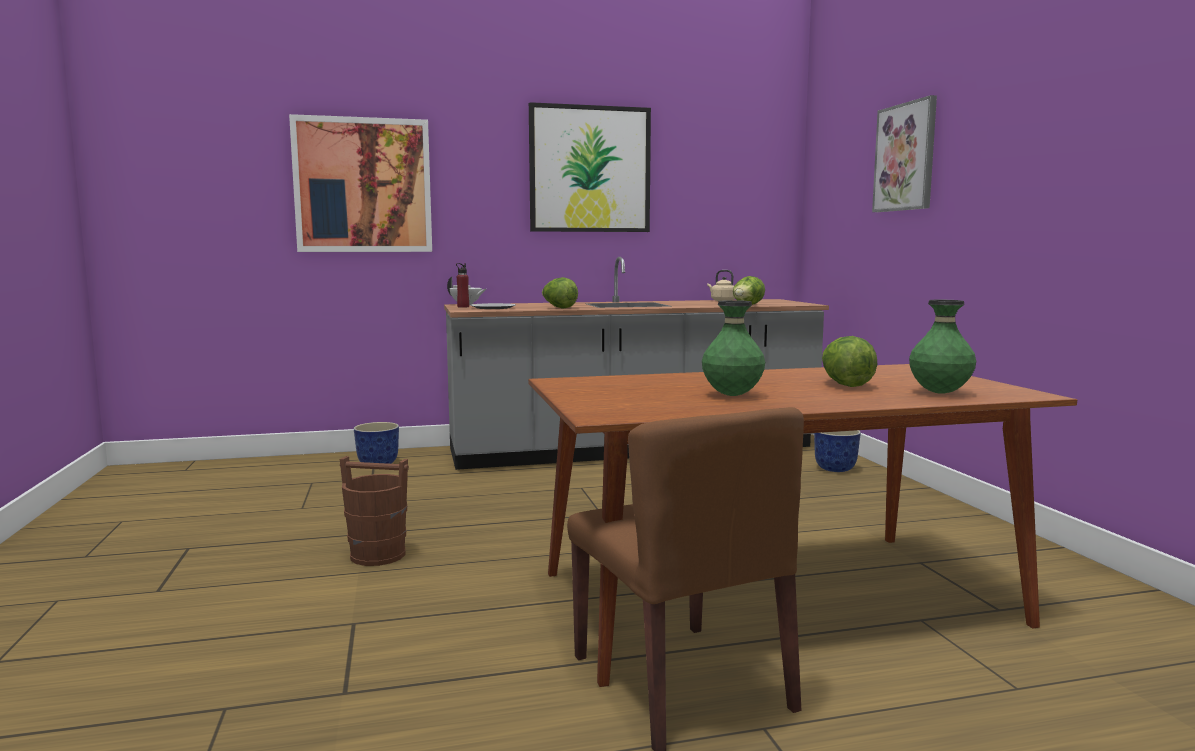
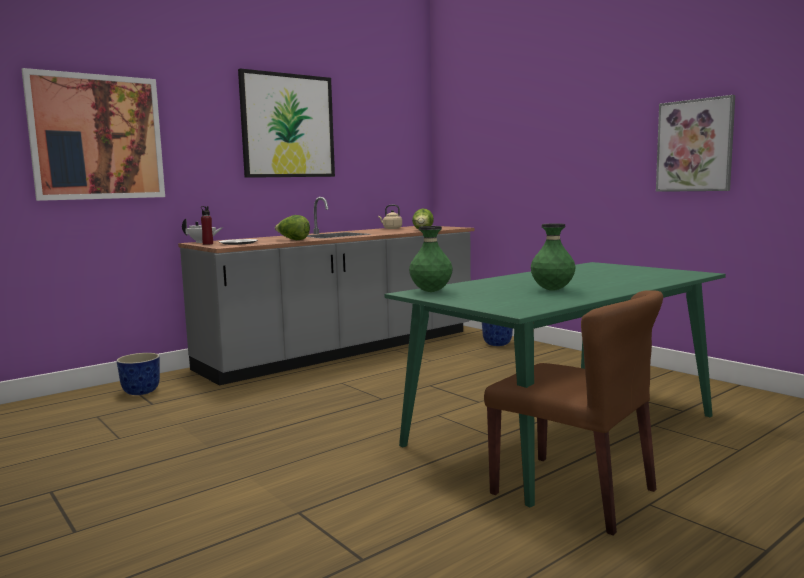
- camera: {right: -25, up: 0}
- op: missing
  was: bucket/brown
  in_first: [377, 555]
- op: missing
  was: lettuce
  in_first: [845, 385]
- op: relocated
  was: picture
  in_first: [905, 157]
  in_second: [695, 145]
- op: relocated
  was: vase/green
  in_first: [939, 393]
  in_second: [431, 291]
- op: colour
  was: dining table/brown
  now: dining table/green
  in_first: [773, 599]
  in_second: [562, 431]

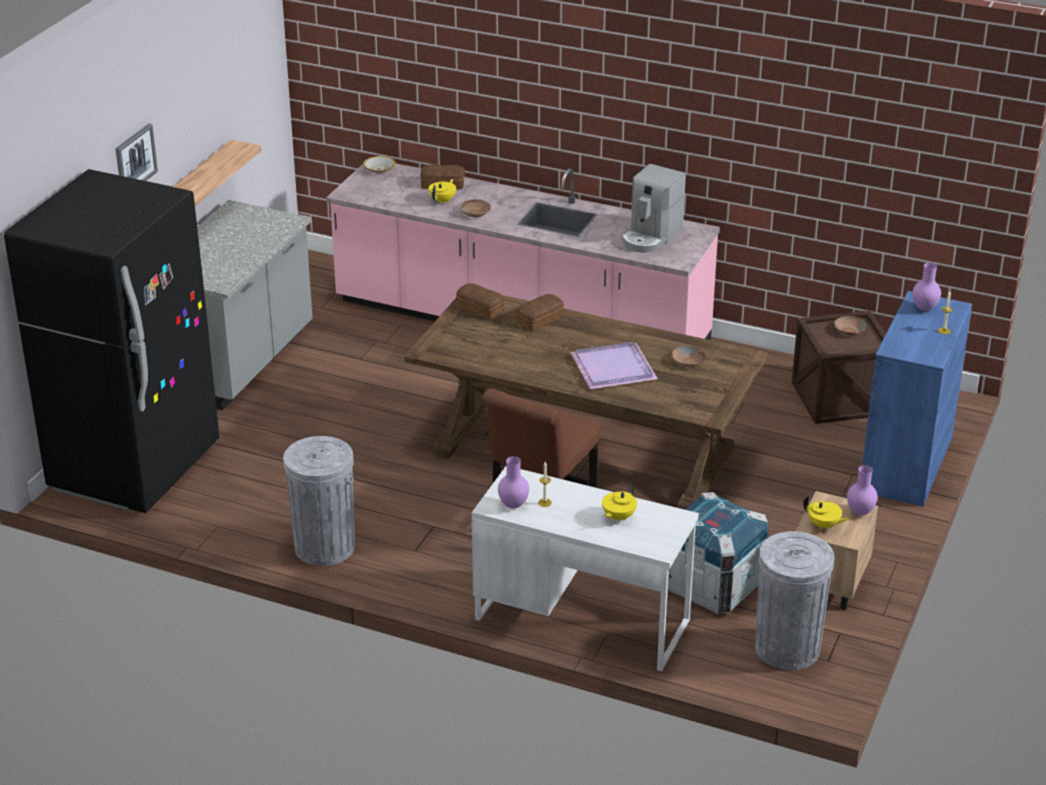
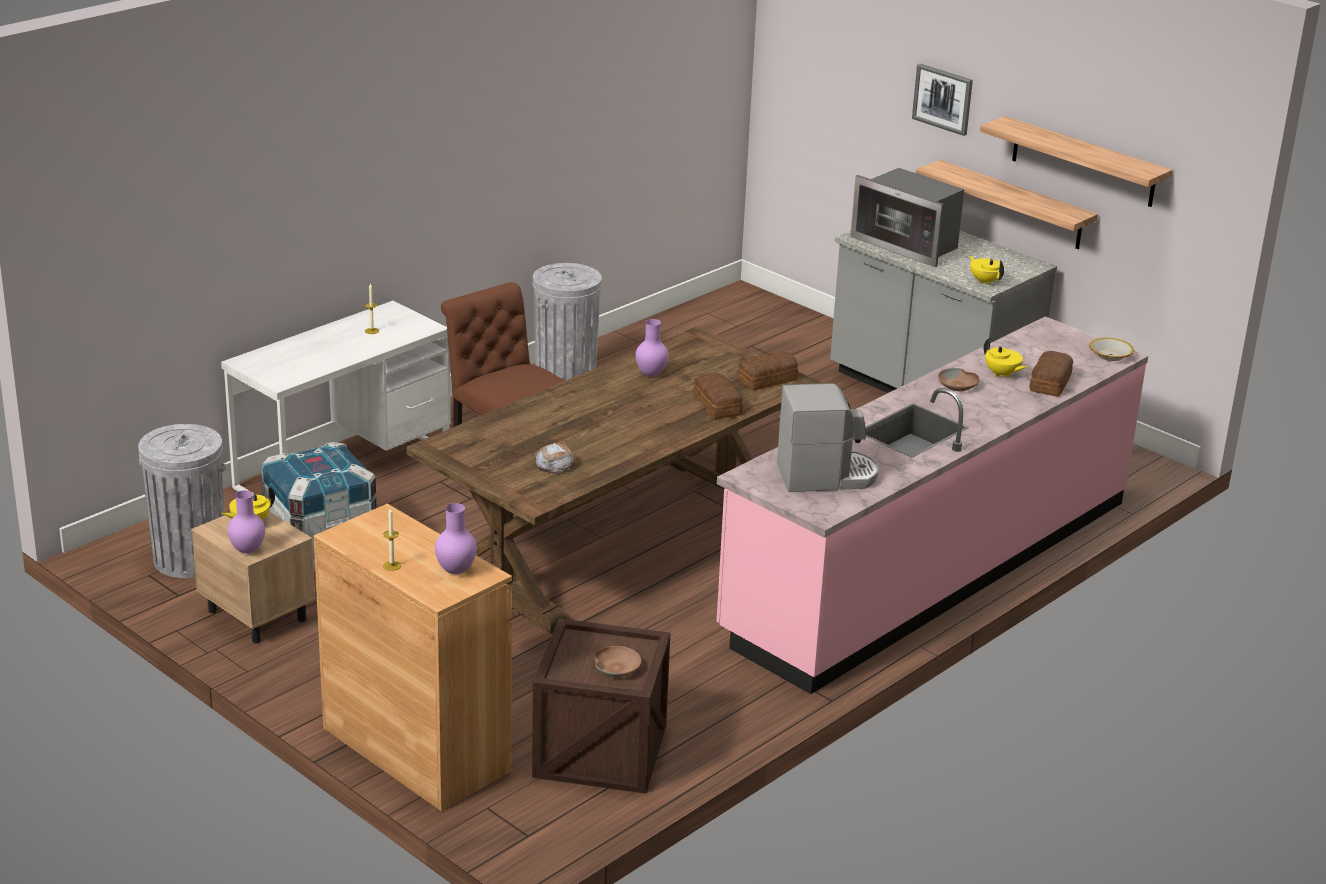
- camera: {right: 110, up: -5}
- op: missing
  was: fridge/black
  in_first: [135, 467]
- op: missing
  was: tray/purple
  in_first: [611, 368]
- op: appeared
  now: microwave
  in_second: [908, 244]
- op: appeared
  now: shelf
  in_second: [1083, 162]
- op: relocated
  was: vase/purple
  in_first: [514, 505]
  in_second: [651, 375]
- op: relocated
  was: teapot/yellow
  in_first: [618, 517]
  in_second: [985, 281]
- op: exchanged
  was: bowl/brown
  now: bread
  in_first: [688, 362]
  in_second: [555, 463]
- op: colour
  was: cabinet/blue
  now: cabinet/brown
  in_first: [906, 464]
  in_second: [416, 749]
- op: spun
  was: coffee machine
  in_first: [651, 236]
  in_second: [826, 476]
  clockwise: 120

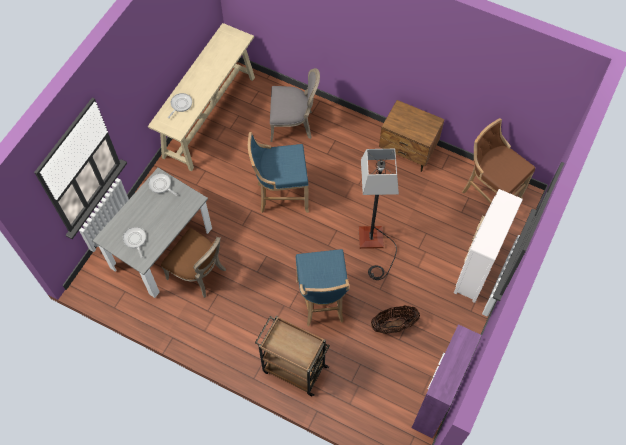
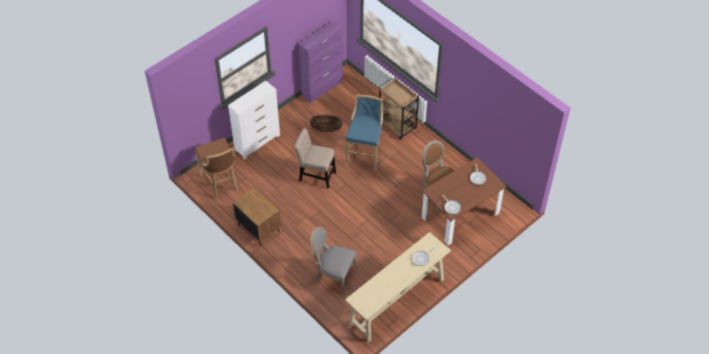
- camera: {right: -160, up: -10}
- op: missing
  was: stool/blue
  in_first: [281, 195]
- op: exchanged
  was: floor lamp
  now: chair/beige
  in_first: [374, 245]
  in_second: [315, 175]
- op: colour
  was: dining table/grey
  now: dining table/brown
  in_first: [162, 248]
  in_second: [460, 215]

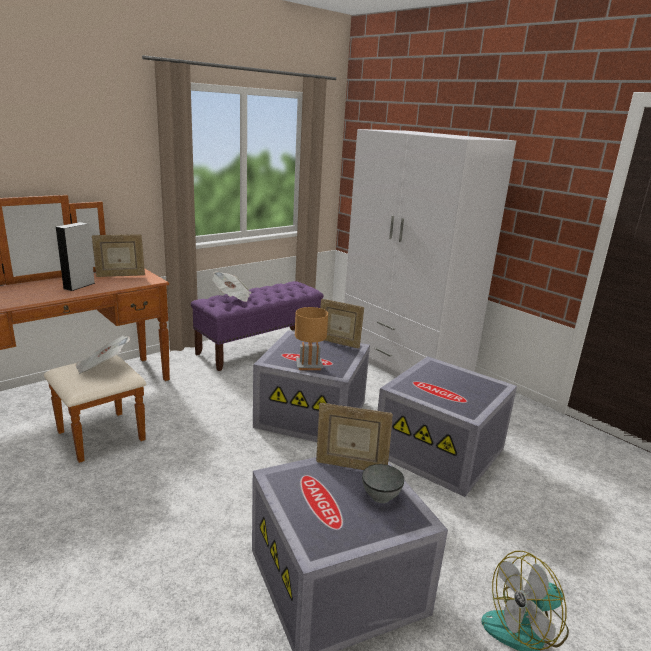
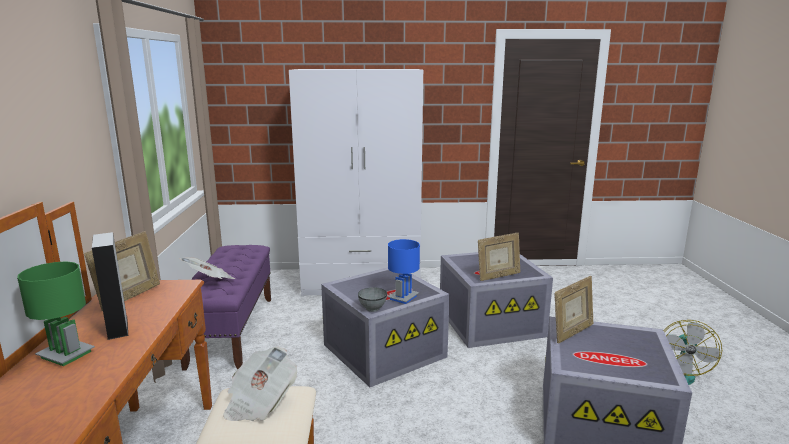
- camera: {right: -50, up: -5}
- op: appeared
  now: table lamp/green
  in_second: [66, 354]
- op: relocated
  was: picture frame
  in_first: [338, 343]
  in_second: [498, 276]
- op: relocated
  was: bowl/grey
  in_first: [380, 496]
  in_second: [372, 308]
- op: colour
  was: table lamp/brown
  now: table lamp/blue
  in_first: [309, 365]
  in_second: [403, 297]

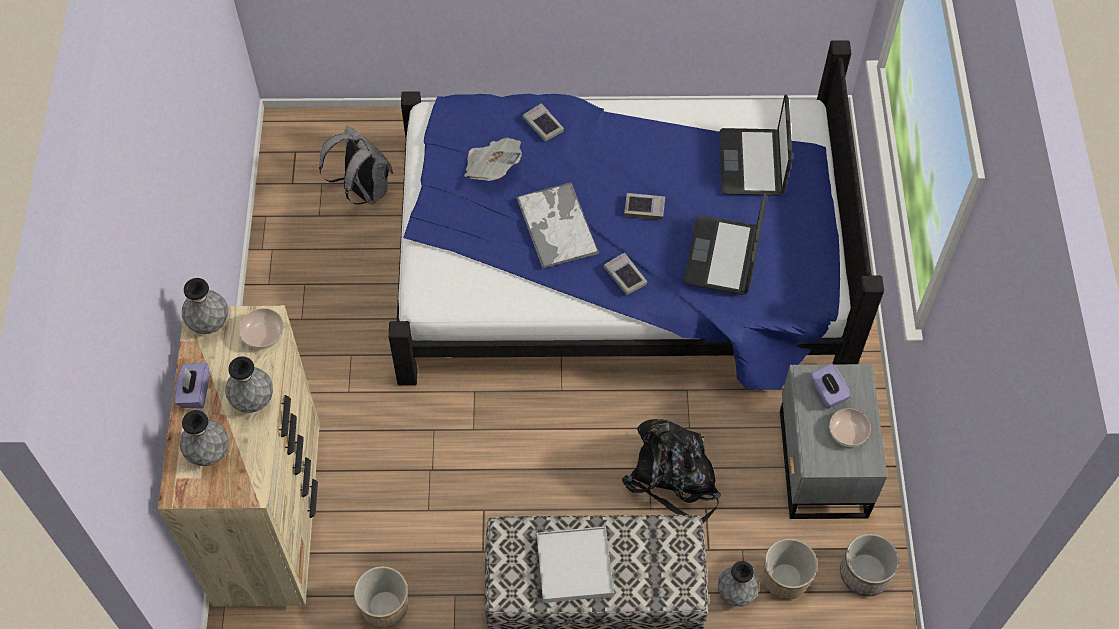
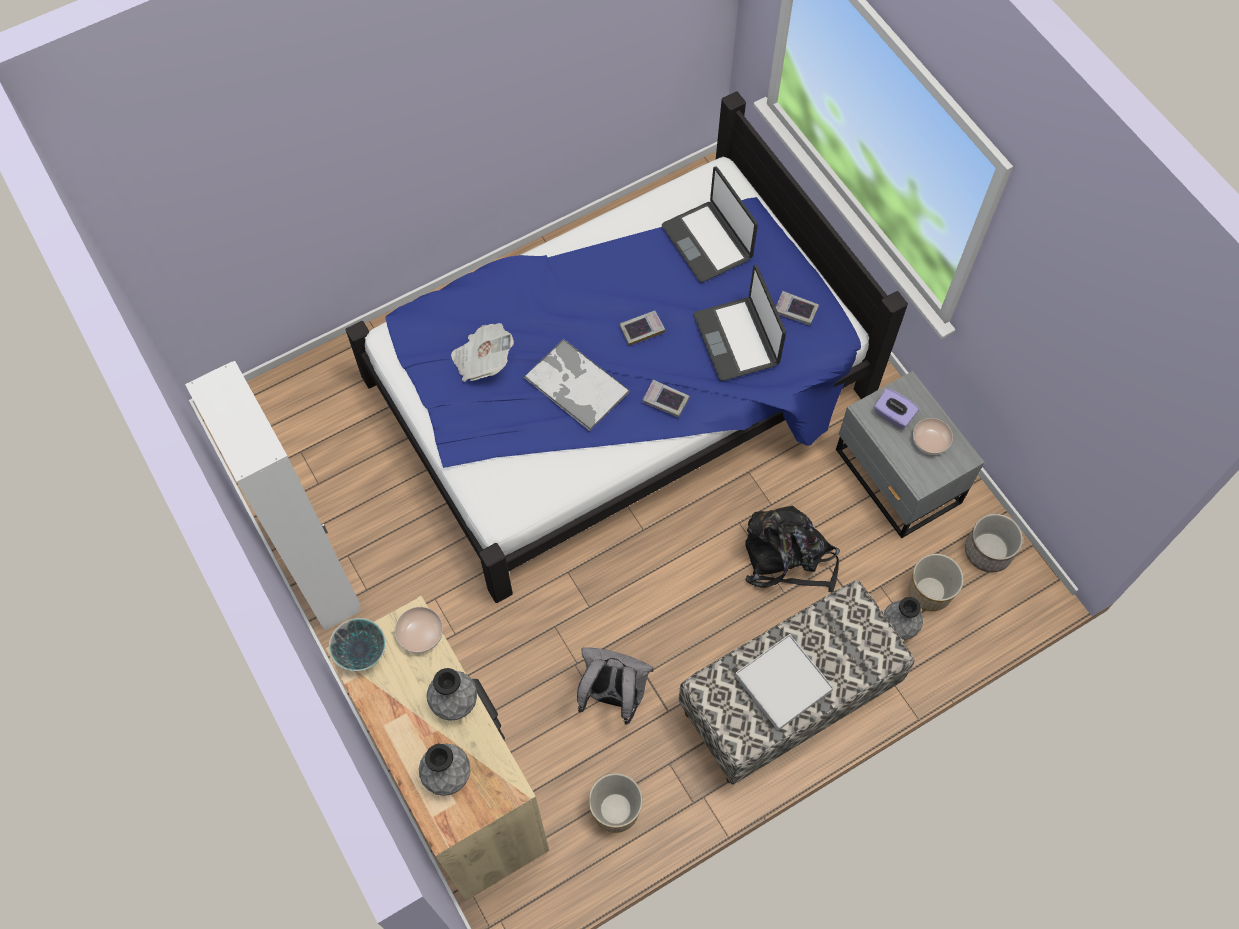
- camera: {right: -30, up: 5}
- op: missing
  was: tissue box/purple
  in_first: [195, 392]
- op: appeared
  now: wardrobe/white
  in_second: [322, 580]
- op: relocated
  was: backpack/grey
  in_first: [363, 190]
  in_second: [613, 695]
- op: relocated
  was: book
  in_first: [543, 125]
  in_second: [795, 310]
- op: exchanged
  was: vase/grey
  now: bowl
  in_first: [209, 323]
  in_second: [361, 652]

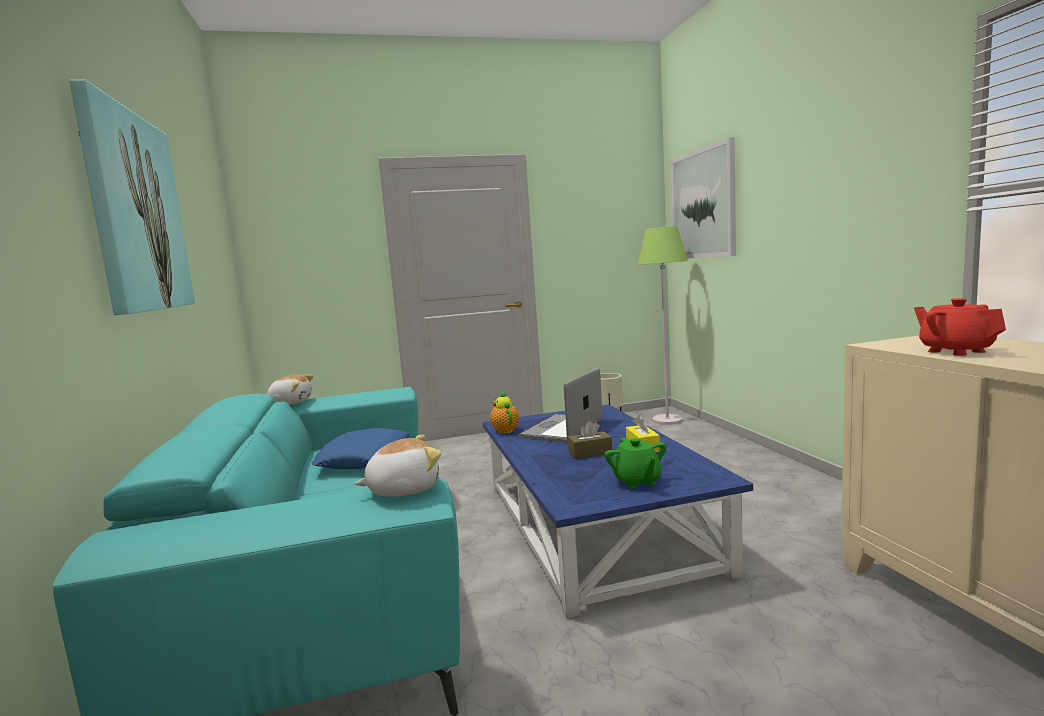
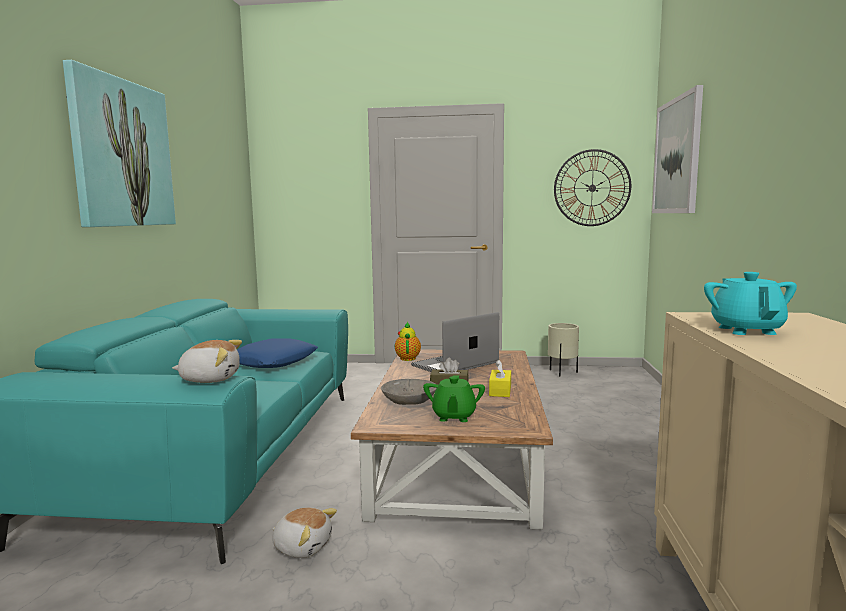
- camera: {right: 20, up: 0}
- op: missing
  was: floor lamp/green
  in_first: [667, 420]
- op: appeared
  now: bowl/grey
  in_second: [410, 402]
- op: appeared
  now: wall clock
  in_second: [592, 188]
- op: relocated
  was: plush toy
  in_first: [291, 402]
  in_second: [303, 546]
- op: colour
  was: coffee table/blue
  now: coffee table/brown
  in_first: [591, 524]
  in_second: [456, 456]
- op: colour
  was: teapot/red
  now: teapot/turquoise
  in_first: [955, 351]
  in_second: [746, 330]

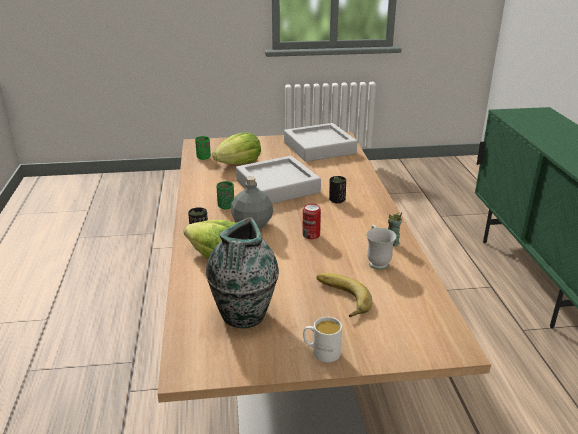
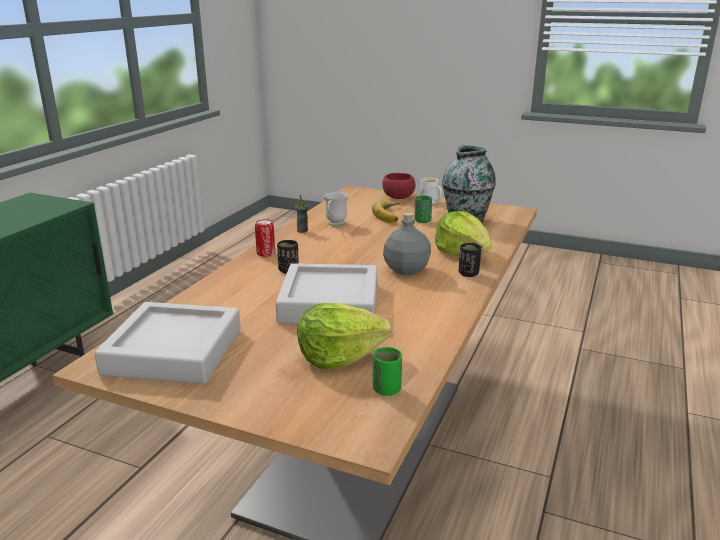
- camera: {right: -150, up: -5}
- op: appeared
  now: bowl/red
  in_second: [397, 197]
- op: relocated
  was: cup/green
  in_first: [226, 206]
  in_second: [422, 221]
- op: relocated
  was: can
  in_first: [311, 235]
  in_second: [266, 253]

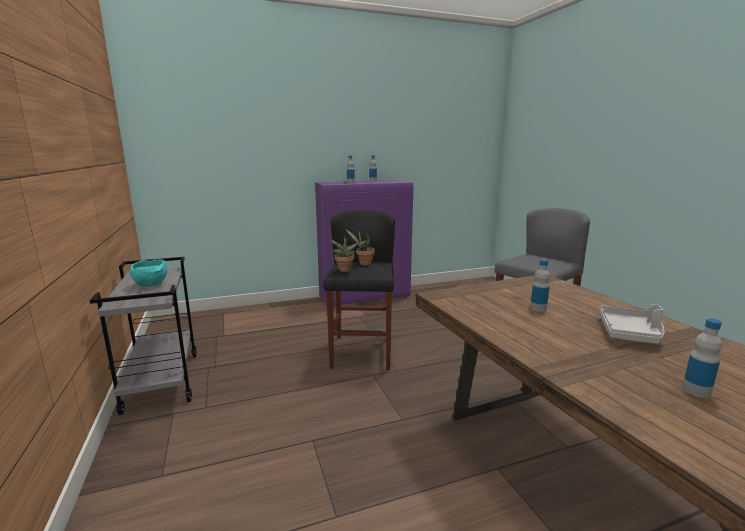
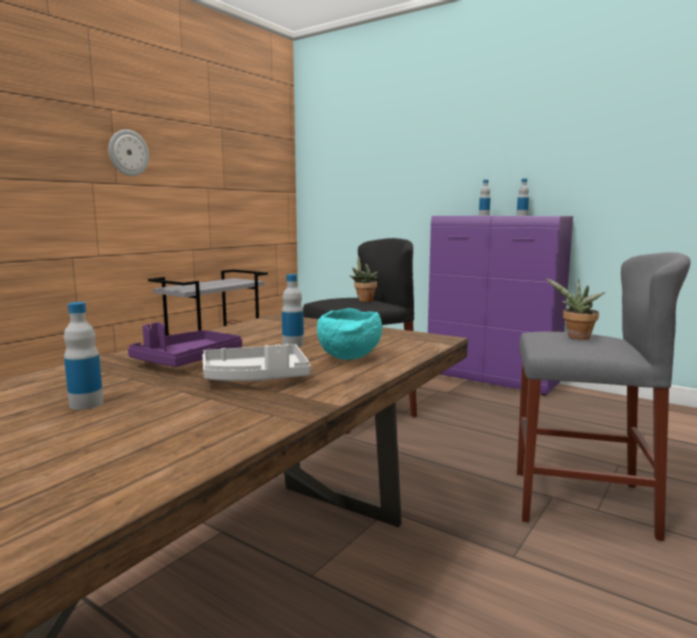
- camera: {right: 55, up: -5}
- op: appeared
  now: wall clock
  in_second: [128, 153]
- op: appeared
  now: tray/purple
  in_second: [187, 360]
- op: relocated
  was: bowl/turquoise
  in_first: [152, 285]
  in_second: [350, 358]
- op: relocated
  was: potted plant
  in_first: [344, 271]
  in_second: [576, 338]

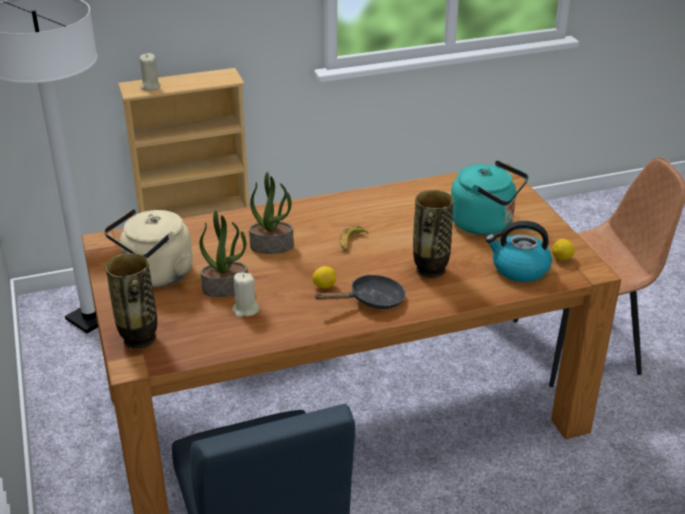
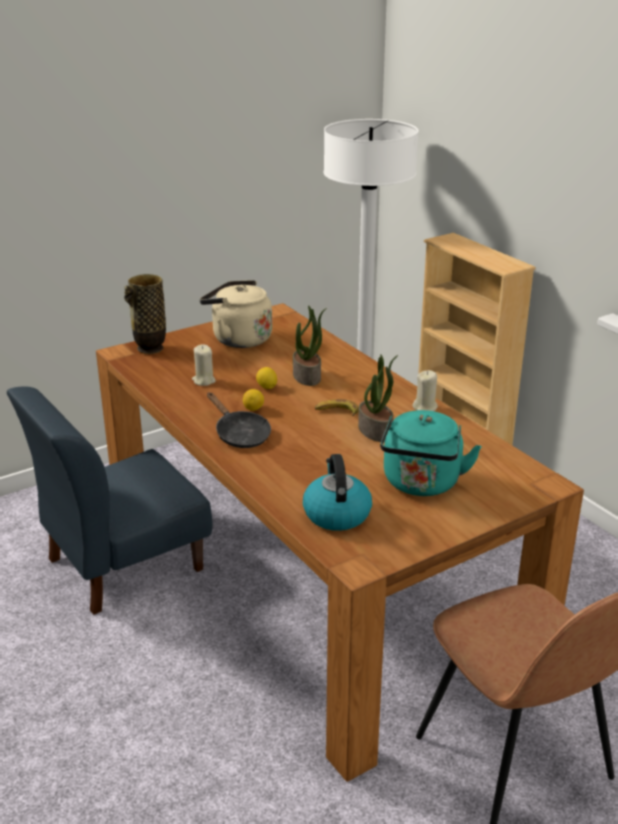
- camera: {right: 75, up: -5}
- op: missing
  was: vase
  in_first: [430, 271]
- op: relocated
  was: candle/beige
  in_first: [150, 86]
  in_second: [425, 407]
- op: relocated
  was: potted plant
  in_first: [226, 288]
  in_second: [376, 431]
- op: relocated
  was: lemon
  in_first: [562, 258]
  in_second: [267, 387]

